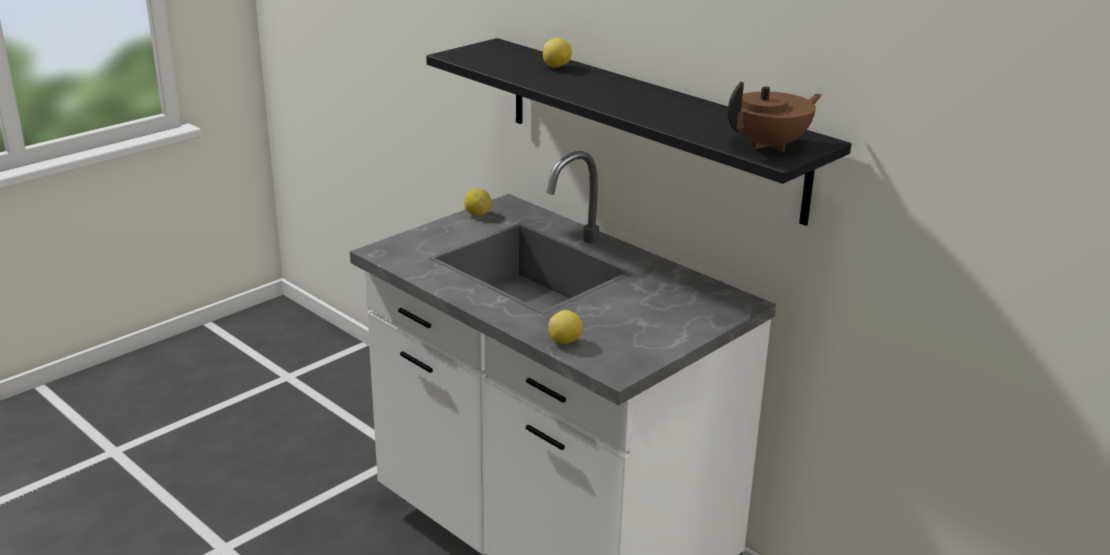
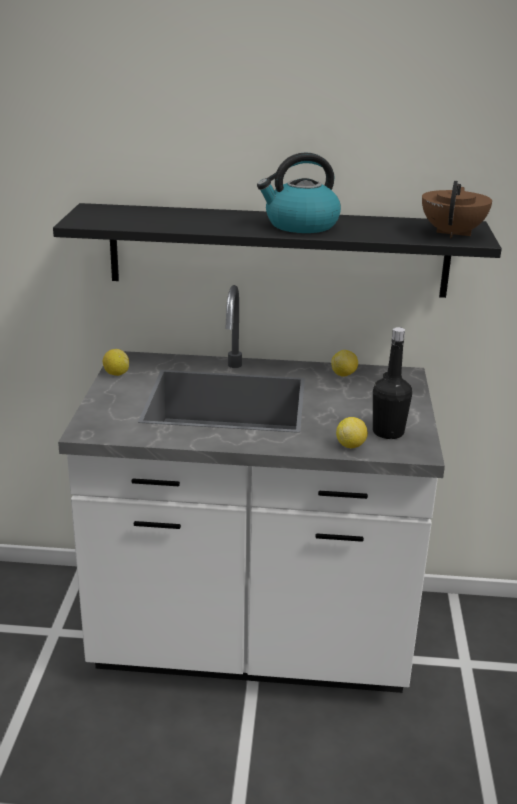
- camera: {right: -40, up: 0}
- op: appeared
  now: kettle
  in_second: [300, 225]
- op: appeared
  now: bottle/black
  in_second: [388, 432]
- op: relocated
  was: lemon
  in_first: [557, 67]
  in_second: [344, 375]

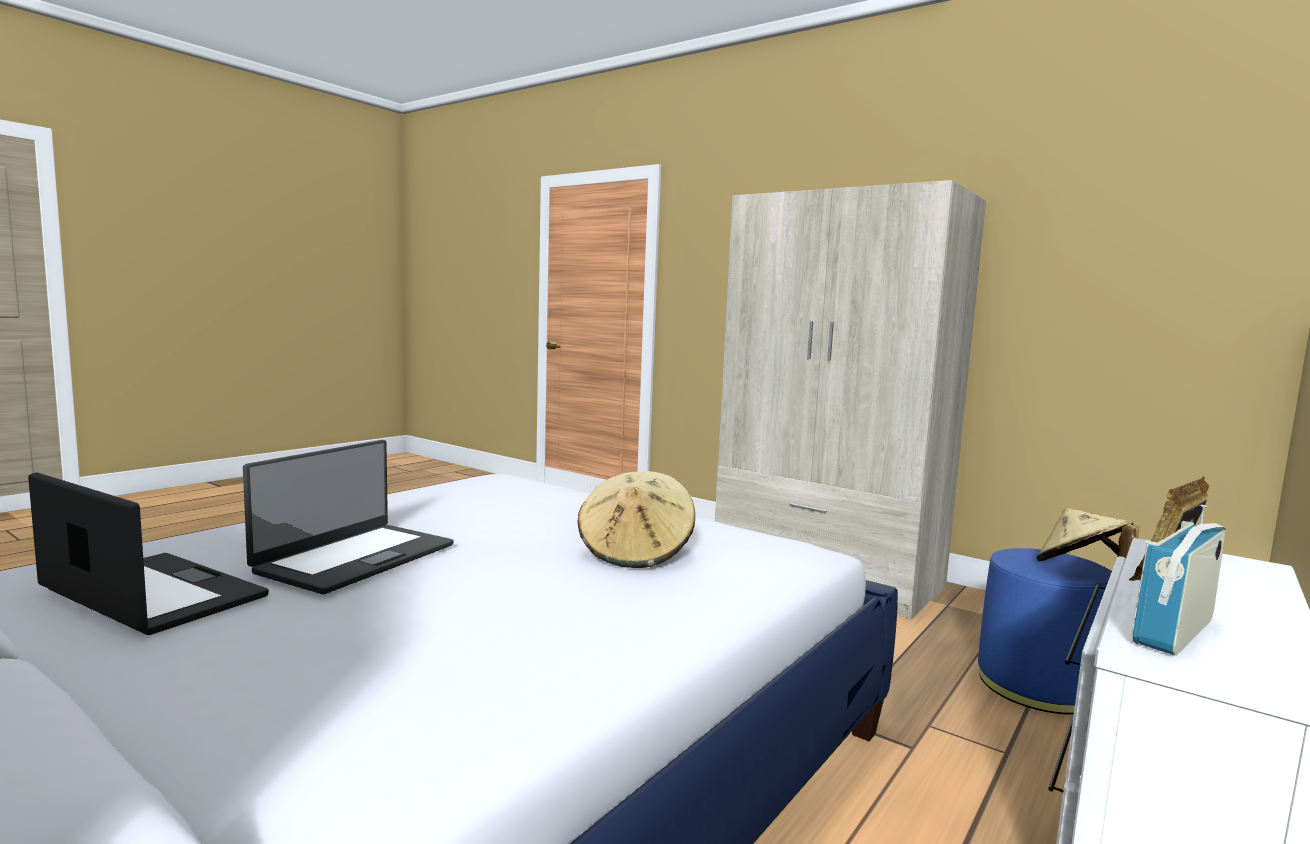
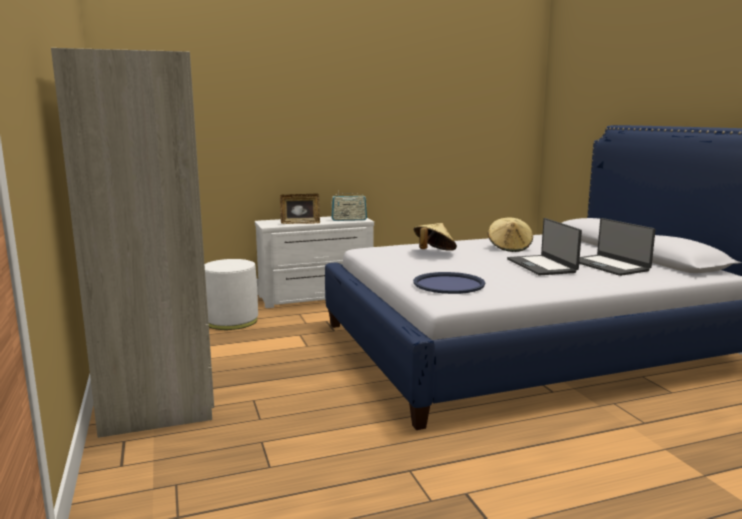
- camera: {right: -145, up: 5}
- op: appeared
  now: tray/blue
  in_second: [448, 284]
- op: relocated
  was: hat/beige
  in_first: [1080, 570]
  in_second: [509, 248]
- op: colour
  was: ottoman/blue
  now: ottoman/white
  in_first: [1037, 685]
  in_second: [232, 321]
- op: spun
  was: laptop
  in_first: [355, 558]
  in_second: [542, 266]
  clockwise: -75

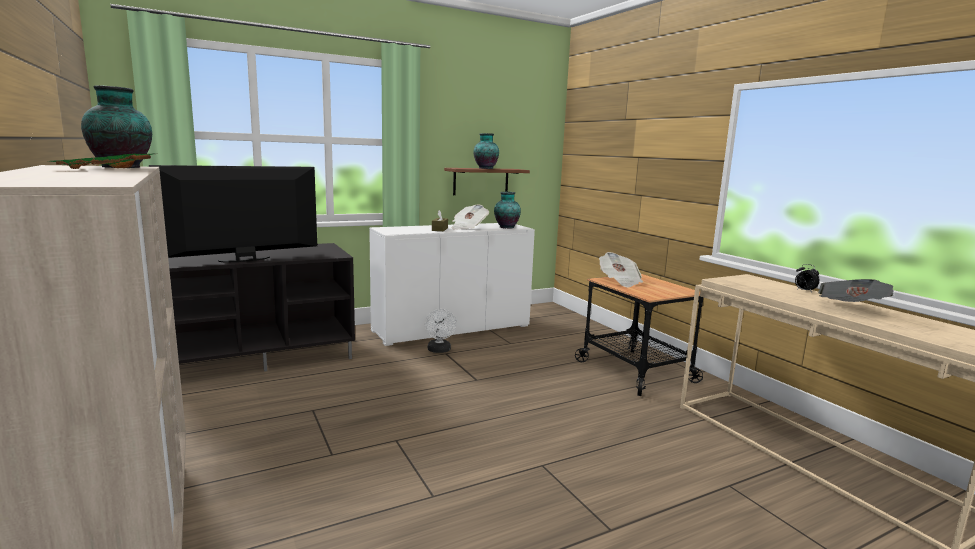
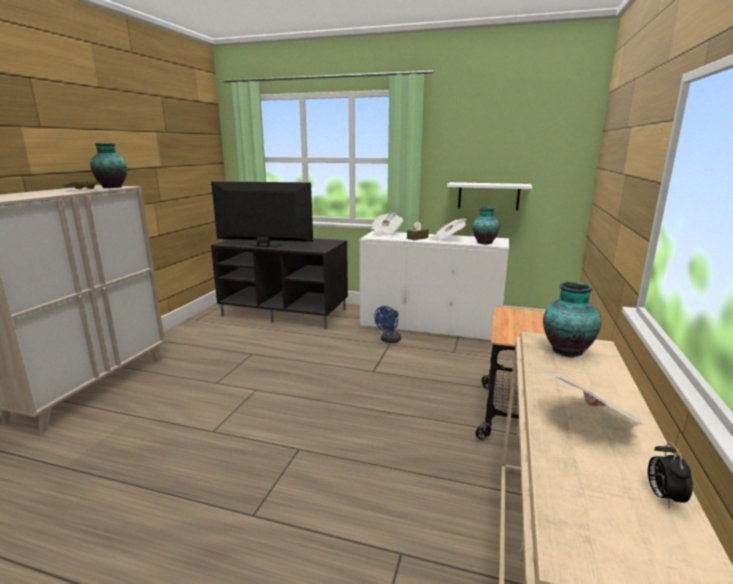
- camera: {right: 45, up: 5}
- op: relocated
  was: vase
  in_first: [485, 168]
  in_second: [565, 351]
- op: relocated
  was: newspaper
  in_first: [619, 281]
  in_second: [385, 234]
- op: relocated
  was: alarm clock
  in_first: [804, 291]
  in_second: [663, 496]
- op: colour
  was: fan/white
  now: fan/blue
  in_first: [439, 350]
  in_second: [389, 341]
- op: colour
  was: shelf/brown
  now: shelf/white
  in_first: [481, 181]
  in_second: [488, 196]

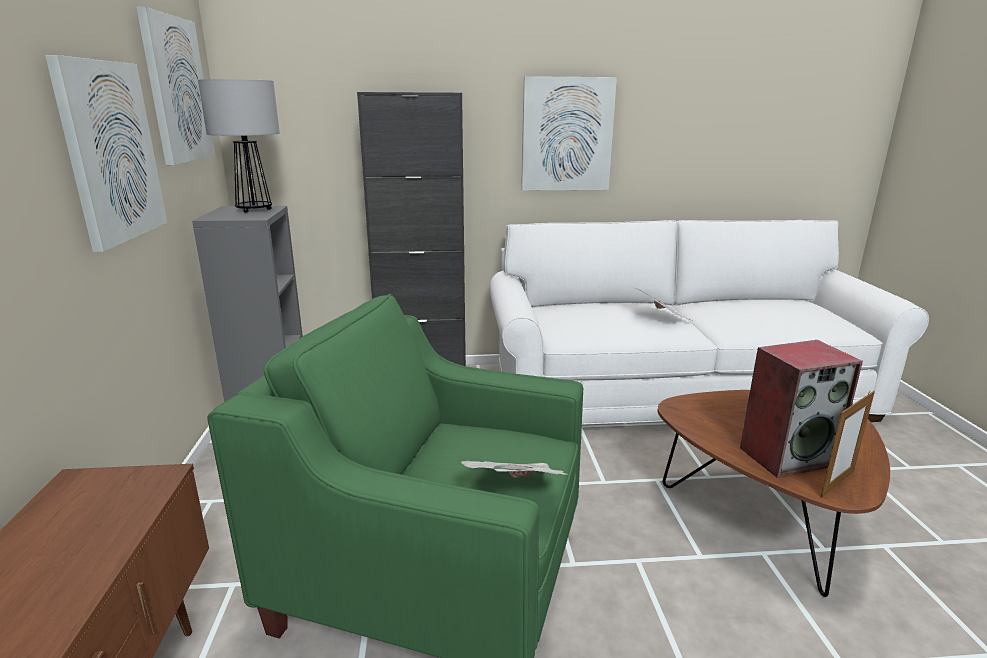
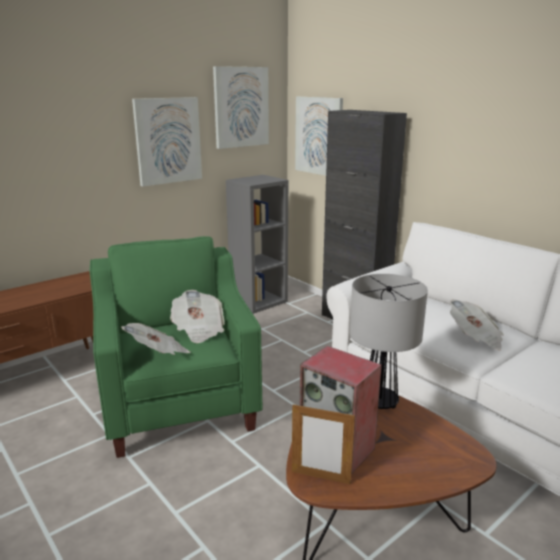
- camera: {right: 55, up: 0}
- op: appeared
  now: newspaper
  in_second: [198, 330]
- op: relocated
  was: table lamp
  in_first: [255, 210]
  in_second: [380, 402]
- op: relocated
  was: picture
  in_first: [566, 135]
  in_second: [319, 136]

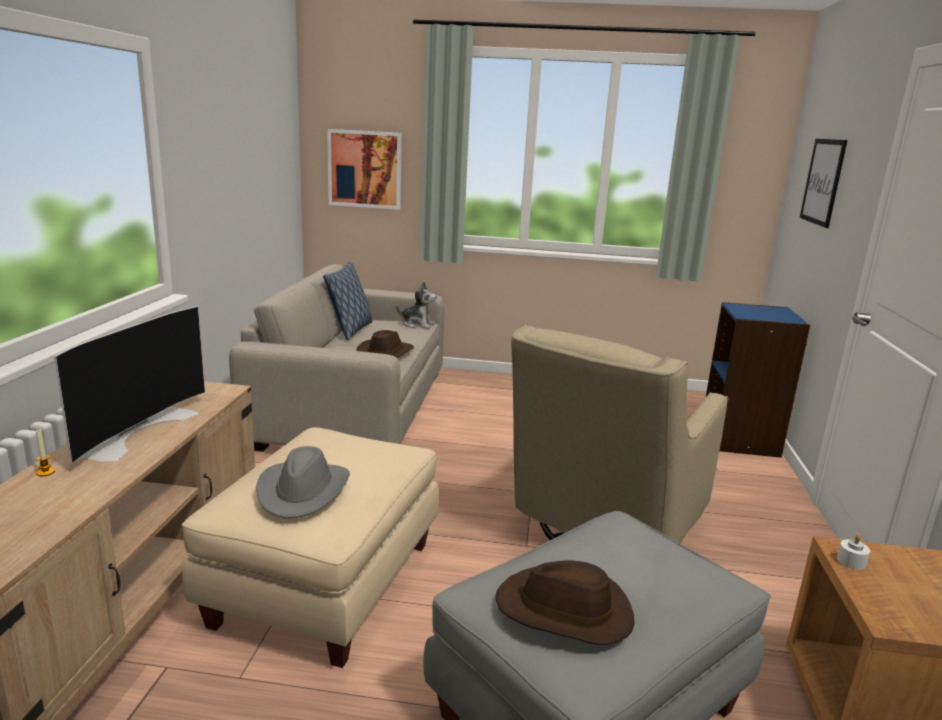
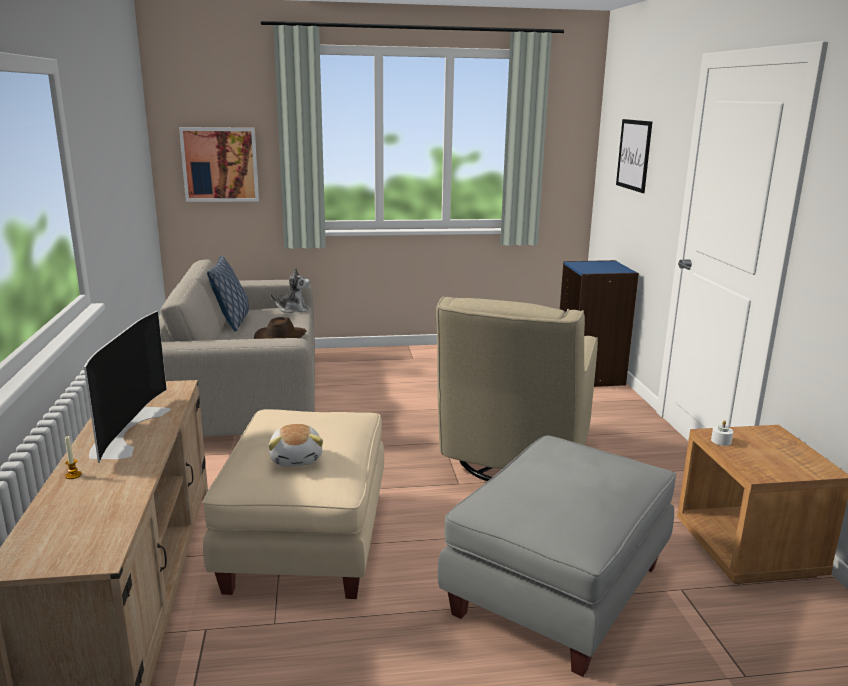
- camera: {right: -15, up: 0}
- op: missing
  was: hat/brown
  in_first: [564, 611]
- op: exchanged
  was: hat/grey
  now: plush toy
  in_first: [303, 491]
  in_second: [297, 458]

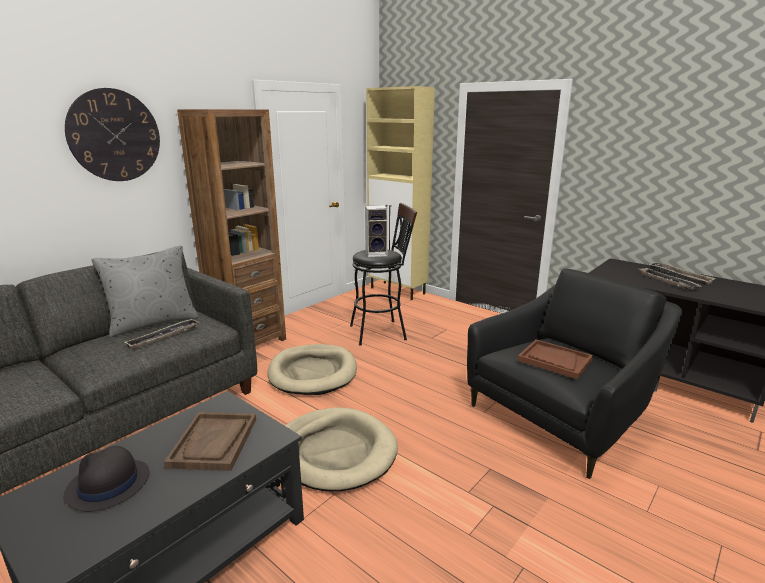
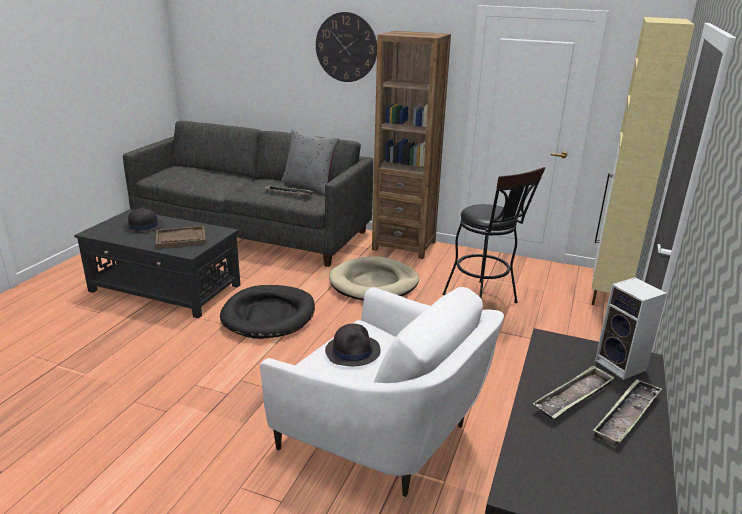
- camera: {right: 70, up: 5}
- op: relocated
  was: speaker
  in_first: [377, 254]
  in_second: [622, 366]
- op: exchanged
  was: tray/brown
  now: hat/black
  in_first: [554, 360]
  in_second: [353, 351]
- op: colour
  was: dog bed/beige
  now: dog bed/black
  in_first: [335, 452]
  in_second: [269, 315]
- op: colour
  was: armchair/black
  now: armchair/white
  in_first: [563, 415]
  in_second: [384, 434]

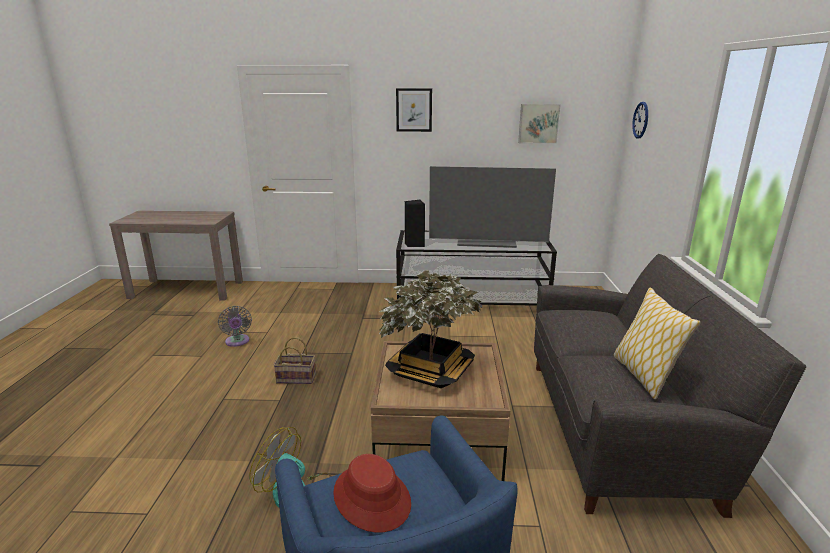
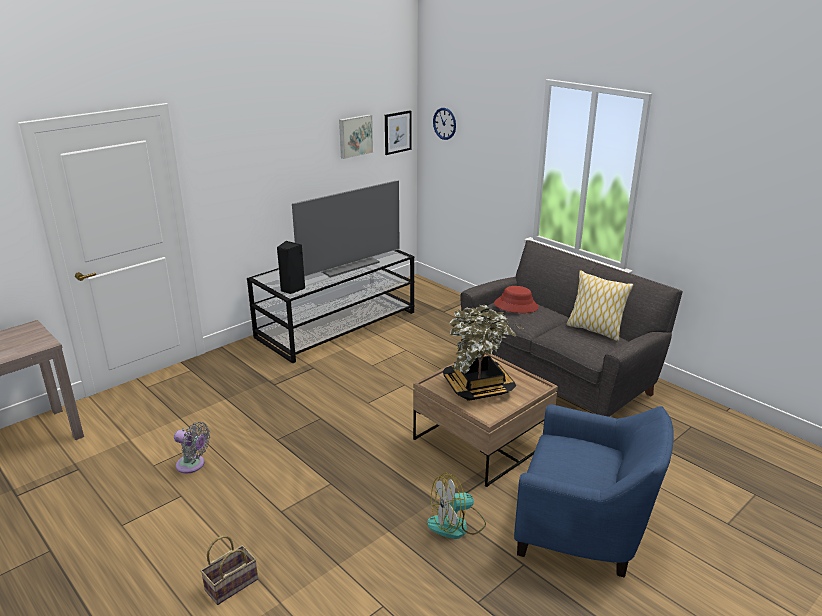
- camera: {right: -45, up: 5}
- op: relocated
  was: basket
  in_first: [297, 378]
  in_second: [232, 583]
- op: relocated
  was: hat/red
  in_first: [372, 497]
  in_second: [516, 305]
- op: relocated
  was: picture
  in_first: [414, 110]
  in_second: [397, 132]

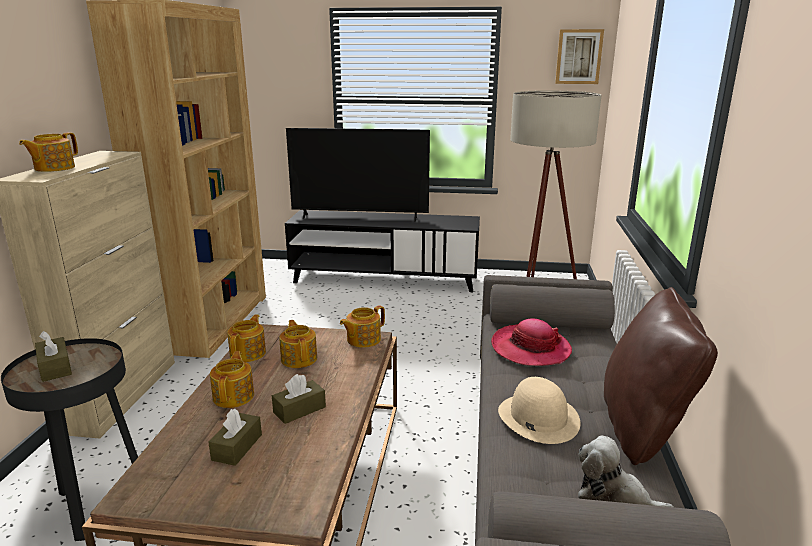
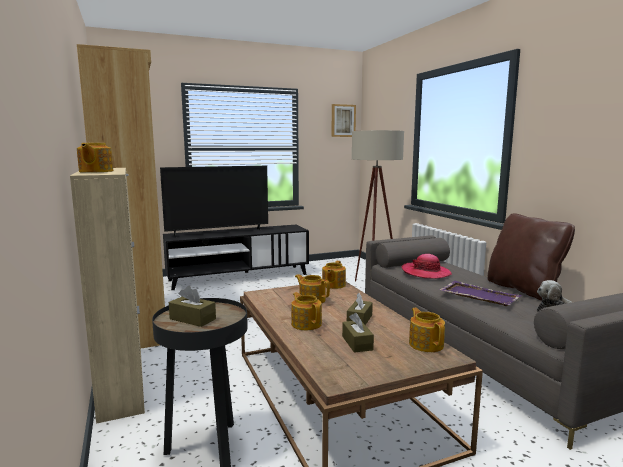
- camera: {right: -30, up: -10}
- op: relocated
  was: teapot
  in_first: [248, 353]
  in_second: [426, 344]
- op: exchanged
  was: hat/beige
  now: tray/purple
  in_first: [538, 417]
  in_second: [478, 295]

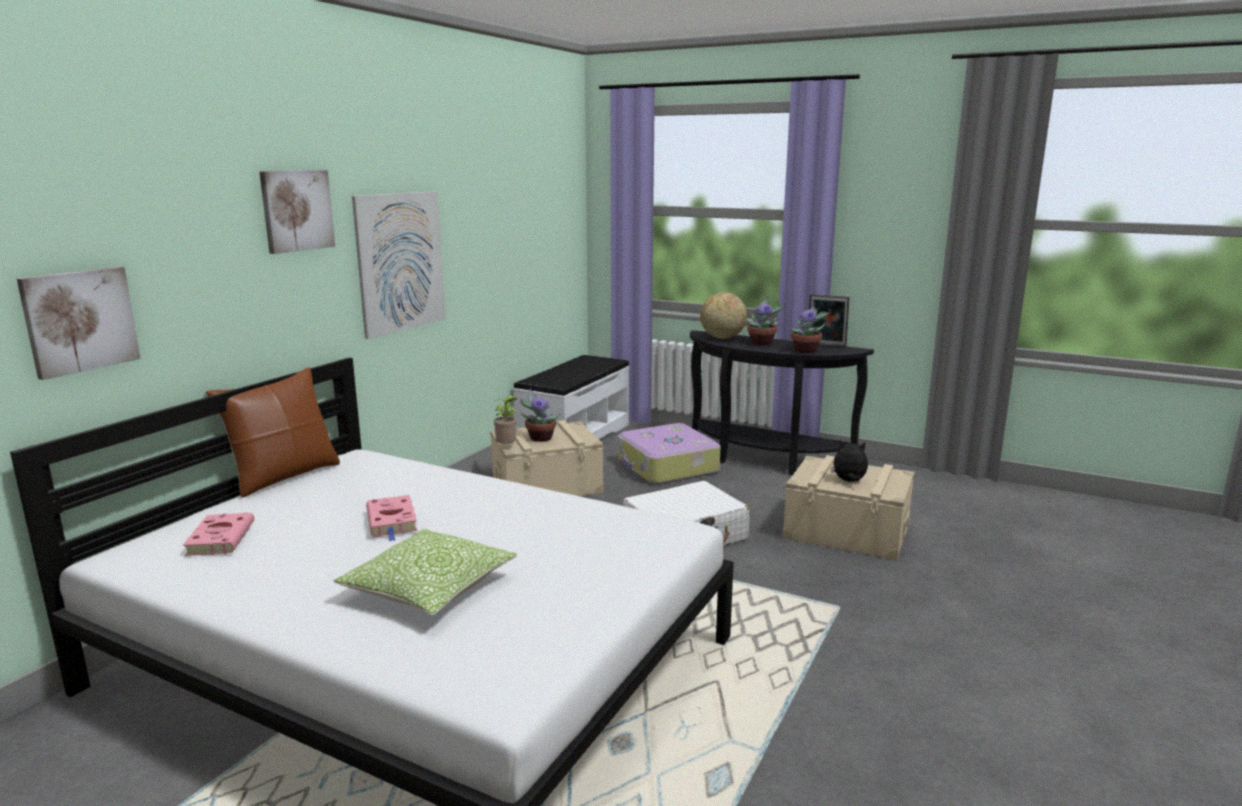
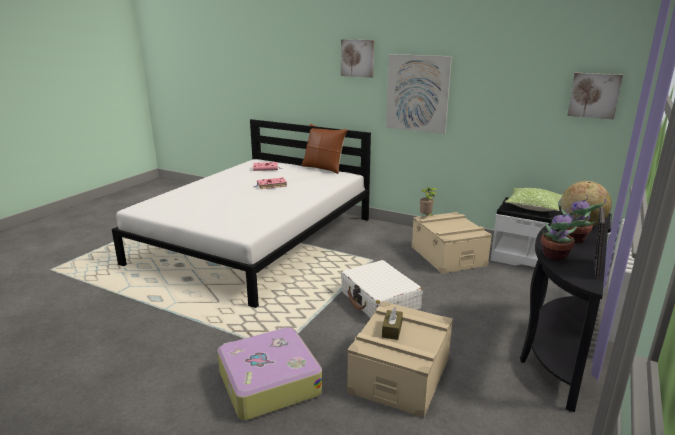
- camera: {right: 90, up: 5}
- op: missing
  was: potted plant
  in_first: [539, 438]
- op: relocated
  was: picture
  in_first: [80, 320]
  in_second: [594, 95]
- op: relocated
  was: pillow
  in_first: [429, 589]
  in_second: [533, 207]
- op: relocated
  was: suitcase
  in_first: [667, 467]
  in_second: [268, 382]
- op: exchanged
  was: plush toy
  now: tissue box/brown
  in_first: [849, 481]
  in_second: [392, 330]

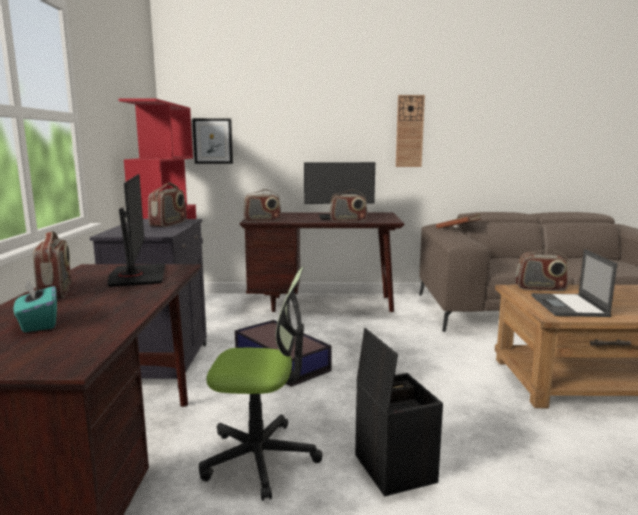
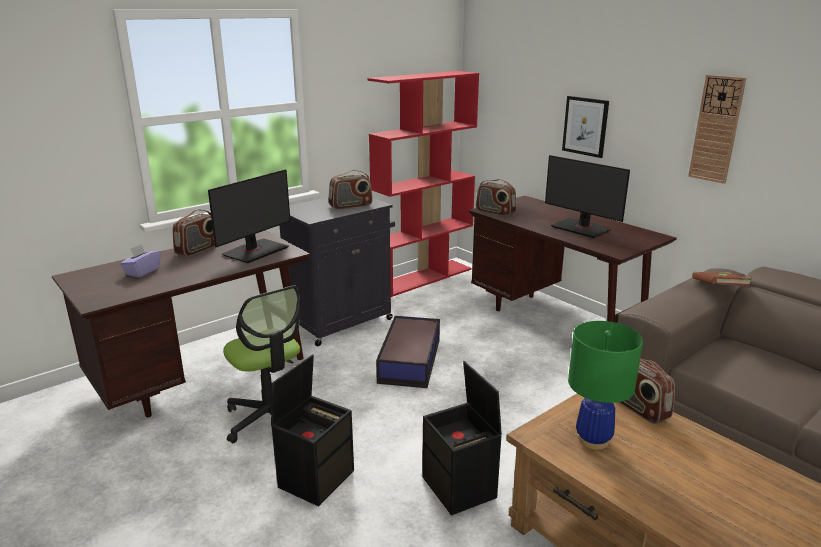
- camera: {right: 50, up: 10}
- op: missing
  was: radio
  in_first: [348, 221]
- op: appeared
  now: storage box/black
  in_second: [460, 488]
- op: relocated
  was: picture
  in_first: [213, 141]
  in_second: [585, 126]
- op: exchanged
  was: laptop
  now: table lamp/green
  in_first: [569, 306]
  in_second: [593, 440]
- op: colour
  was: tissue box/turquoise
  now: tissue box/purple
  in_first: [38, 324]
  in_second: [142, 271]

